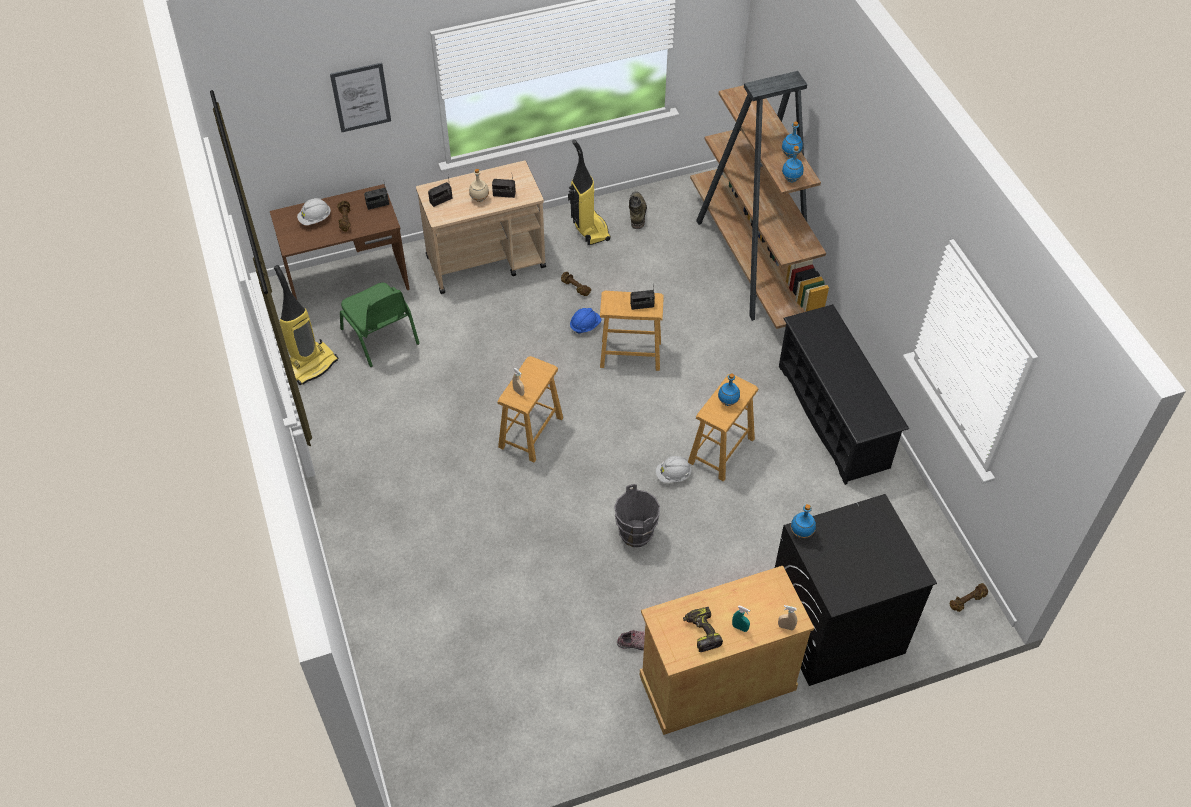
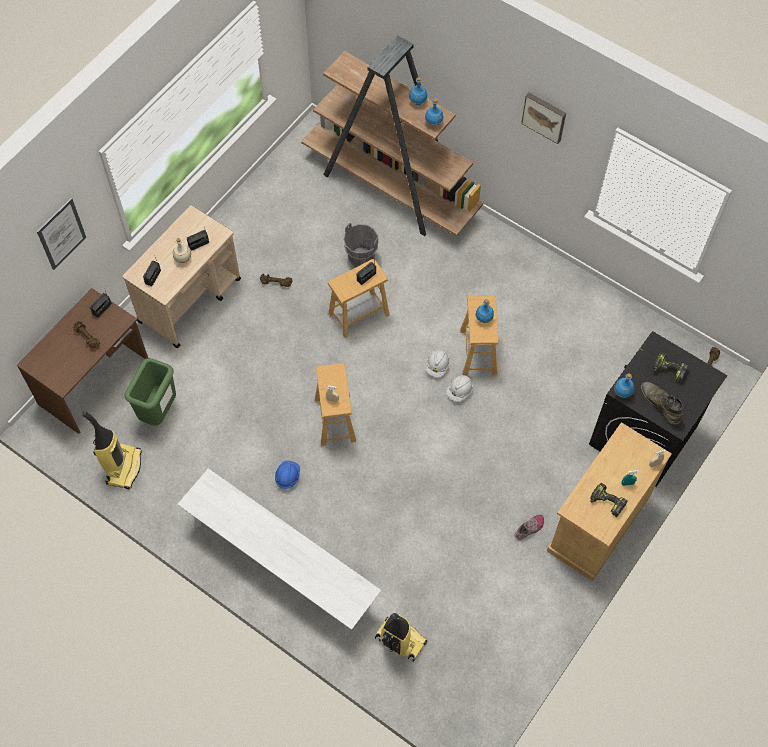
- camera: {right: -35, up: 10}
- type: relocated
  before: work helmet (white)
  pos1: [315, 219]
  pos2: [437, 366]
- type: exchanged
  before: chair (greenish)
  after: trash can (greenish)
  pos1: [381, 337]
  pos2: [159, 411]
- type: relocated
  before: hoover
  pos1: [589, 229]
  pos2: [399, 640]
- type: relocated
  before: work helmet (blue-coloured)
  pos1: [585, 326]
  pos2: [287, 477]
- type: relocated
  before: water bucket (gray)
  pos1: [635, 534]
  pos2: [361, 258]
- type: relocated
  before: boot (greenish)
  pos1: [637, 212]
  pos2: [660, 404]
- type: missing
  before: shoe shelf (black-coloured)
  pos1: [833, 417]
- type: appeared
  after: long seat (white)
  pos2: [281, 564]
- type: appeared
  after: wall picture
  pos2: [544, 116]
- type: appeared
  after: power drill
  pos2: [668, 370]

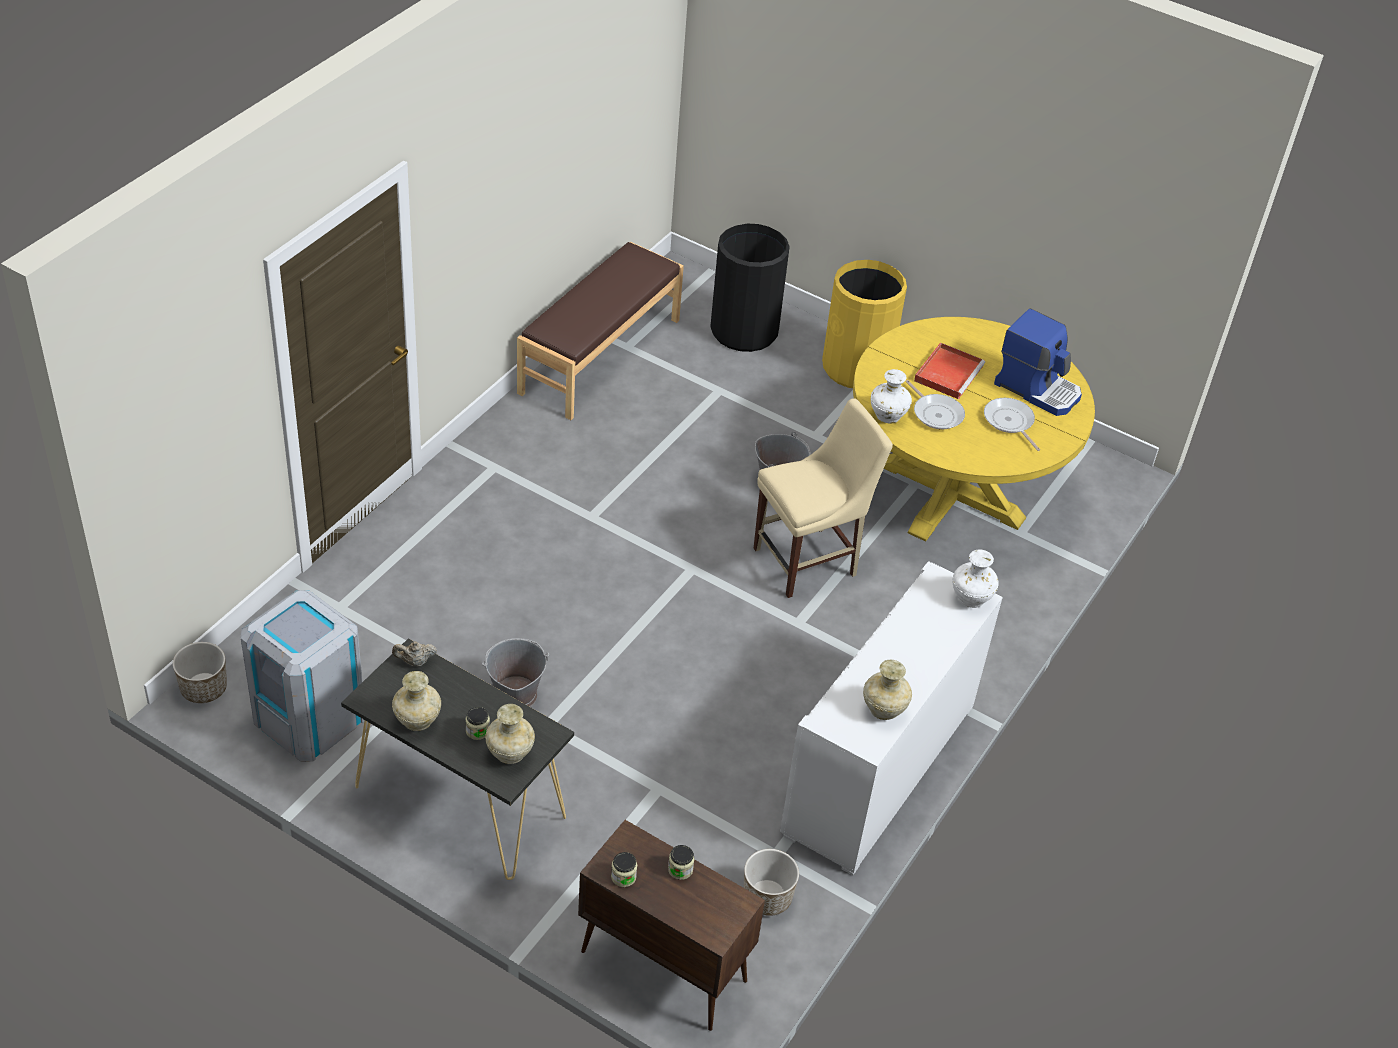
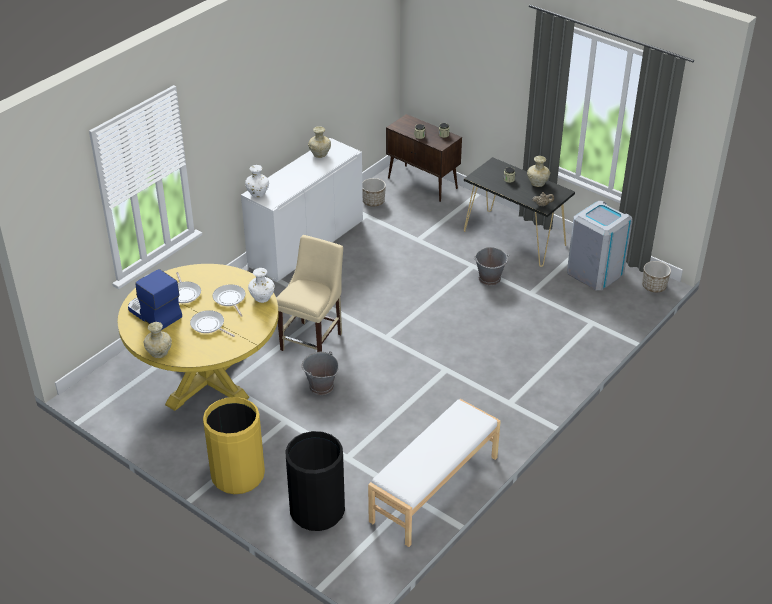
- camera: {right: -170, up: -5}
- type: relocated
  before: vase (sand-coloured)
  pos1: [510, 754]
  pos2: [159, 353]
- type: colour
  before: long seat (brown-coloured)
  after: long seat (white)
  pos1: [599, 356]
  pos2: [435, 489]
- type: spun
  before: chair (sand-coloured)
  pos1: [810, 561]
  pos2: [313, 340]
  turn: 135
- type: exchanged
  before: tray (red)
  after: frying pan
  pos1: [948, 372]
  pos2: [209, 325]

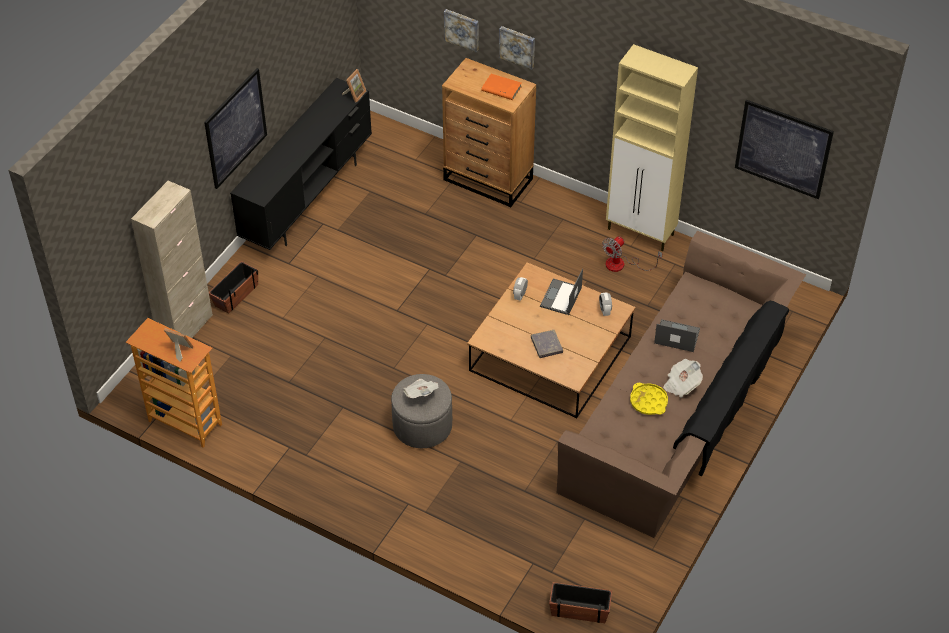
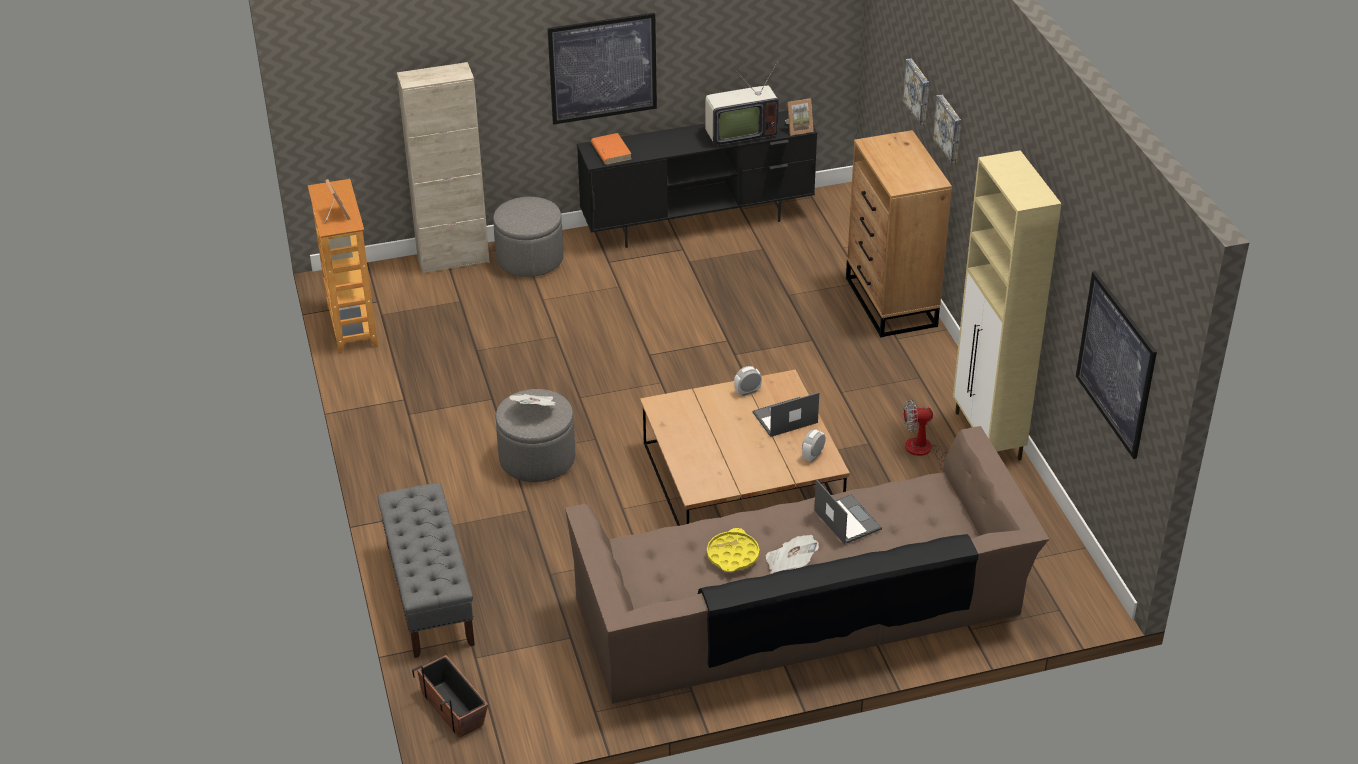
- camera: {right: 45, up: -10}
- type: exchanged
  before: plant pot
  after: pouffe (gray)
  pos1: [236, 295]
  pos2: [530, 259]
- type: relocated
  before: book (orangey)
  pos1: [501, 89]
  pos2: [611, 151]
- type: missing
  before: book (gray)
  pos1: [546, 345]
- type: appeared
  after: long seat (gray)
  pos2: [429, 594]
- type: appeared
  after: television
  pos2: [739, 134]

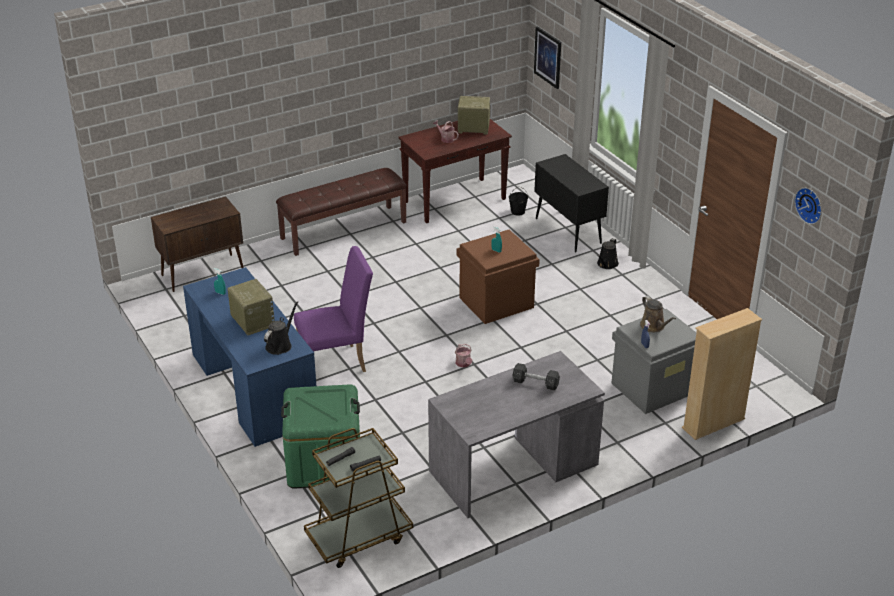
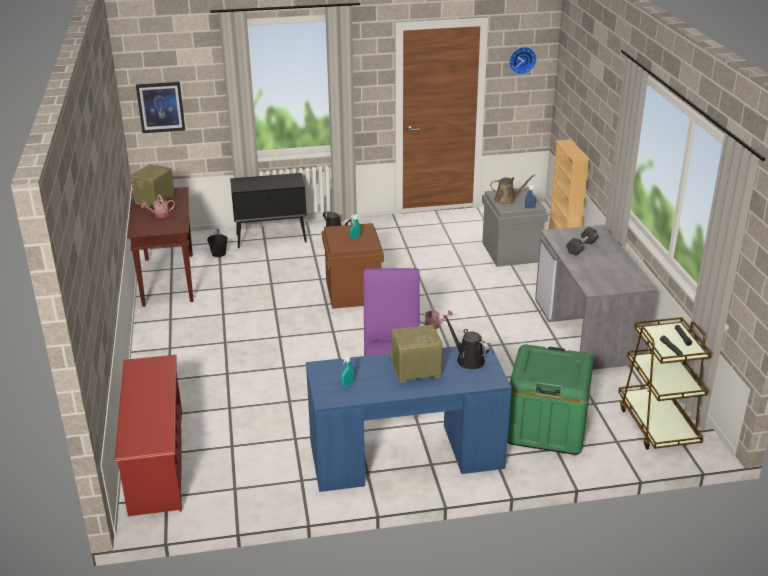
- camera: {right: -70, up: -5}
- type: exchanged
  before: cupboard (brown-coloured)
  after: shoe shelf (red)
  pos1: [203, 273]
  pos2: [156, 461]
- type: missing
  before: long seat (brown-coloured)
  pos1: [343, 230]

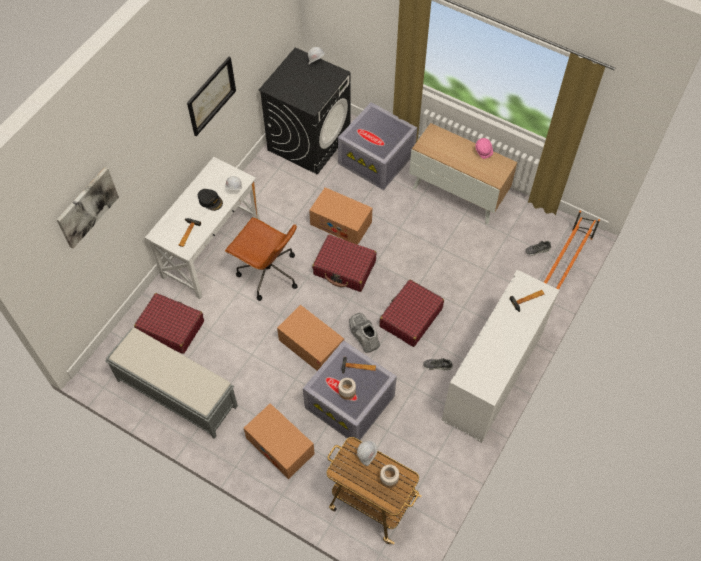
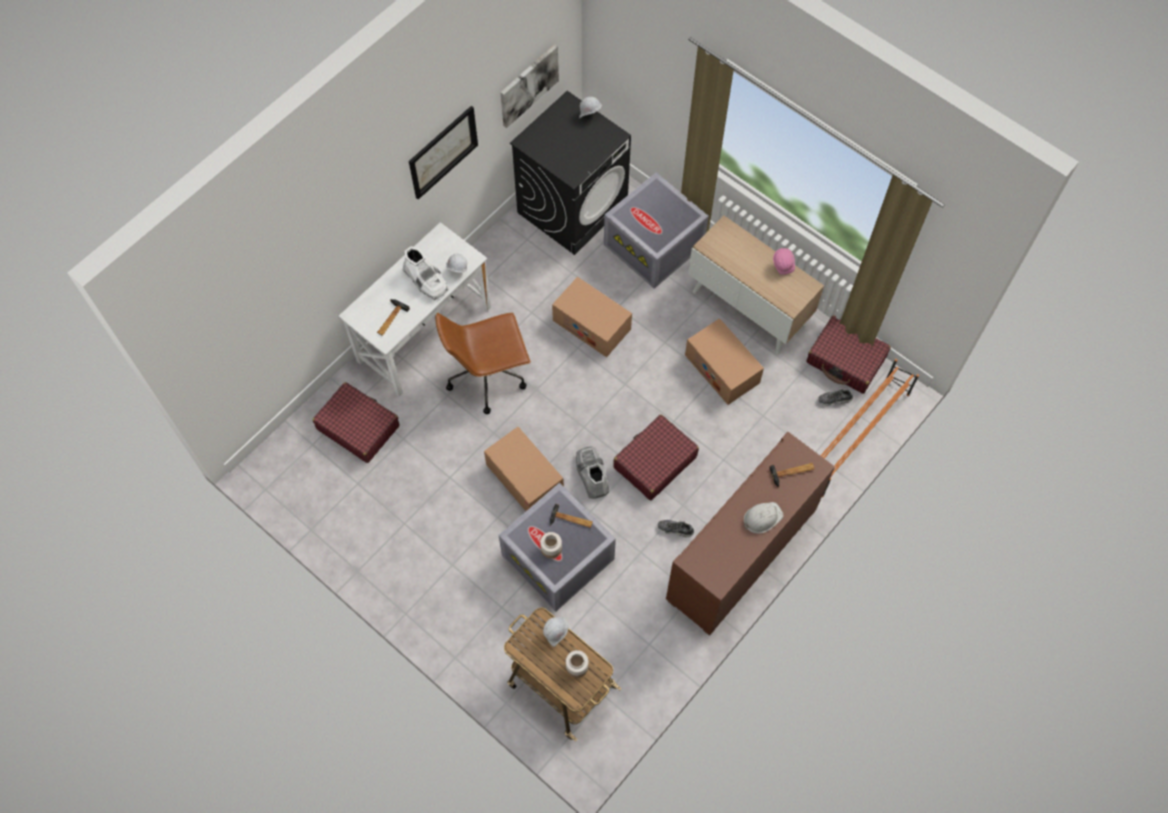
- camera: {right: 10, up: 5}
- type: relocated
  before: wall picture
  pos1: [87, 207]
  pos2: [528, 85]
- type: missing
  before: long seat (gray)
  pos1: [176, 393]
- type: exchanged
  before: baseball cap (black-coloured)
  after: boot (white)
  pos1: [210, 201]
  pos2: [426, 280]
- type: spun
  before: office chair (brown-coloured)
  pos1: [267, 273]
  pos2: [488, 376]
  turn: 120
- type: relocated
  before: carton
  pos1: [280, 446]
  pos2: [722, 369]
- type: relocated
  before: suitcase (red)
  pos1: [344, 268]
  pos2: [846, 360]
- type: colour
  before: cupboard (white)
  after: cupboard (brown-coloured)
  pos1: [493, 376]
  pos2: [741, 554]
- type: appeared
  after: work helmet (white)
  pos2: [762, 518]

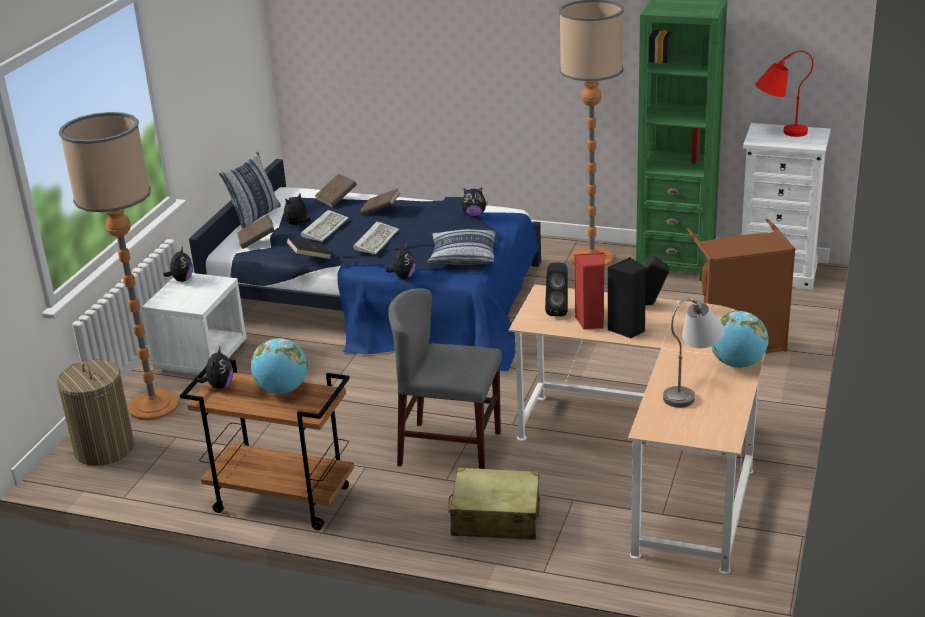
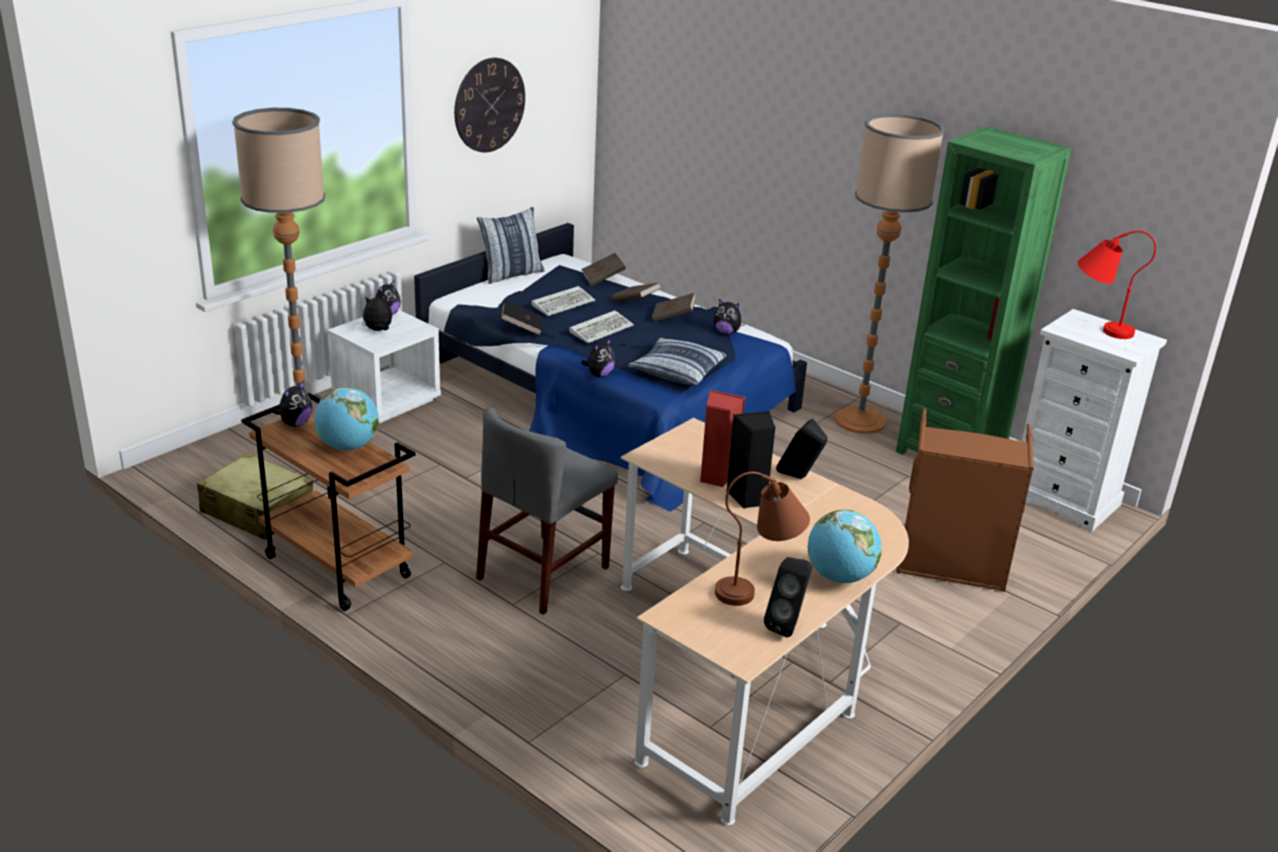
- camera: {right: 20, up: 0}
- type: missing
  before: washing basket
  pos1: [104, 448]
- type: relocated
  before: book (brown-coloured)
  pos1: [257, 241]
  pos2: [673, 317]
- type: relocated
  before: plush toy
  pos1: [297, 224]
  pos2: [378, 330]
- type: spun
  before: chair (gray)
  pos1: [450, 448]
  pos2: [543, 573]
  turn: -90
- type: relocated
  before: suitcase (sand-coloured)
  pos1: [495, 517]
  pos2: [257, 511]
- type: relocated
  before: speaker (black-coloured)
  pos1: [558, 310]
  pos2: [787, 625]
- type: colour
  before: tabletop lamp (gray)
  after: tabletop lamp (brown-coloured)
  pos1: [692, 390]
  pos2: [759, 589]
- type: appeared
  after: clock on the wall
  pos2: [489, 105]

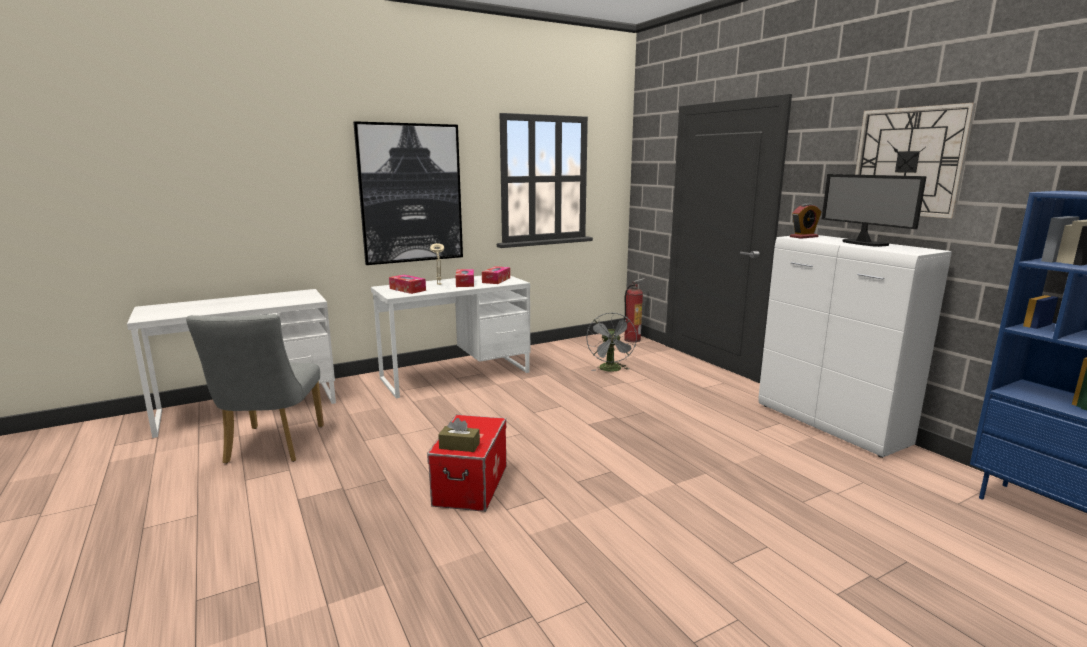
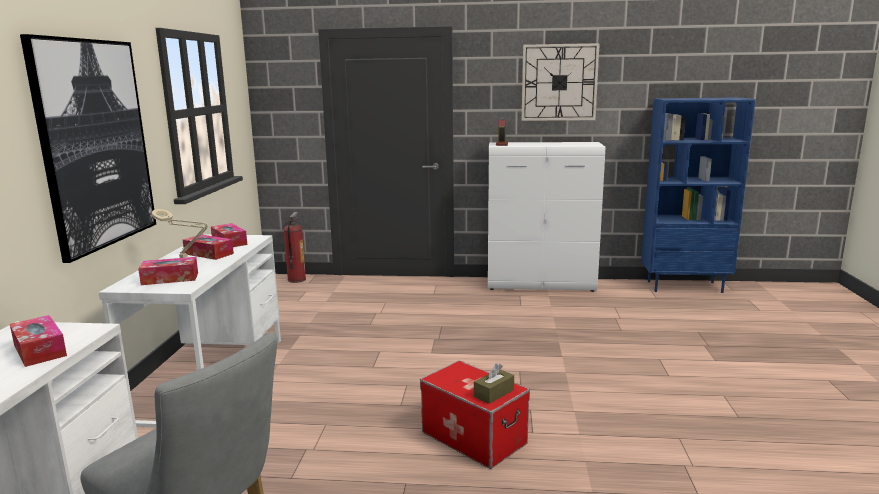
- camera: {right: -55, up: 0}
- type: missing
  before: cooling fan (gray)
  pos1: [611, 370]
- type: missing
  before: computer screen
  pos1: [863, 243]
- type: appeared
  after: tissue holder
  pos2: [40, 350]

